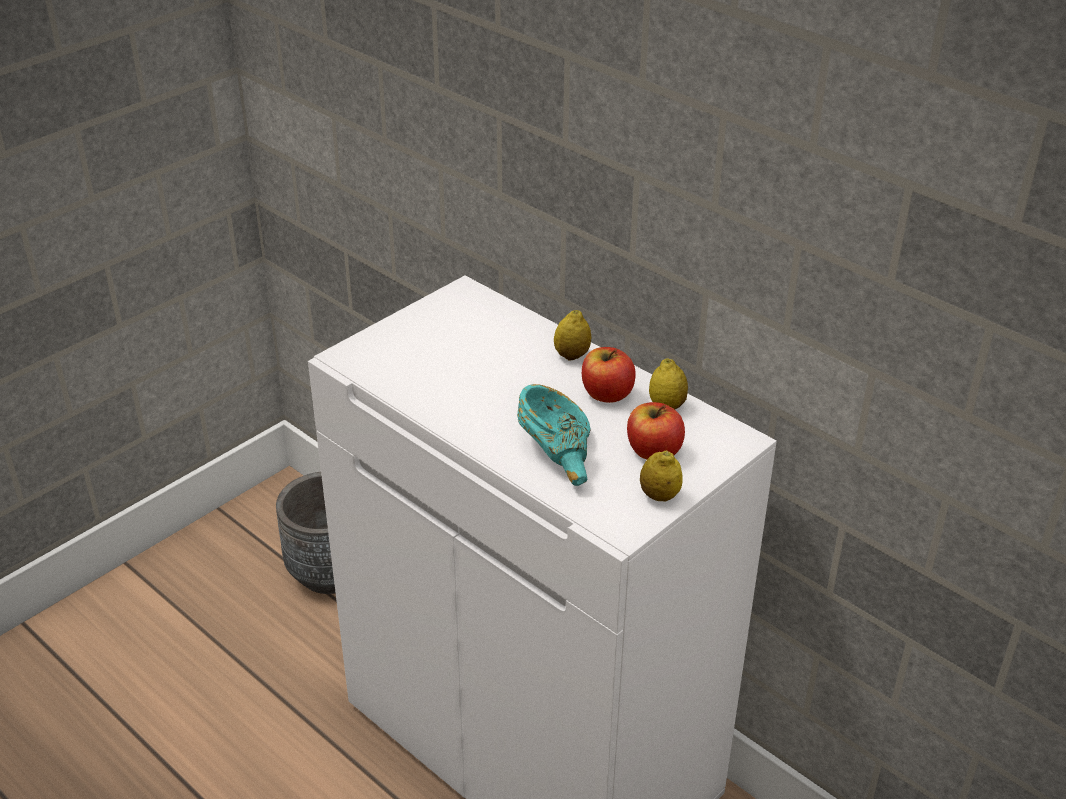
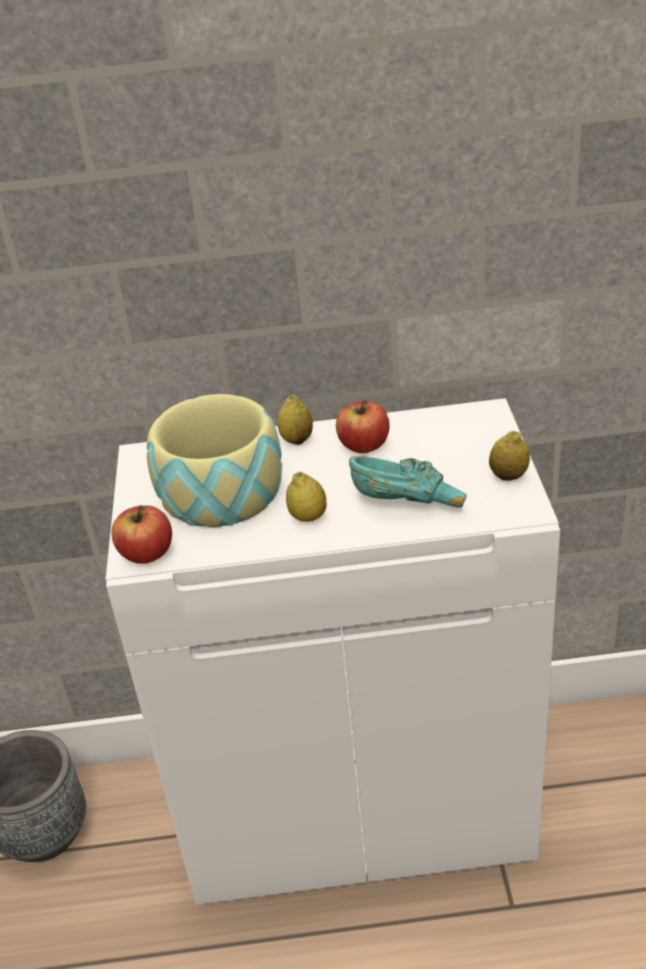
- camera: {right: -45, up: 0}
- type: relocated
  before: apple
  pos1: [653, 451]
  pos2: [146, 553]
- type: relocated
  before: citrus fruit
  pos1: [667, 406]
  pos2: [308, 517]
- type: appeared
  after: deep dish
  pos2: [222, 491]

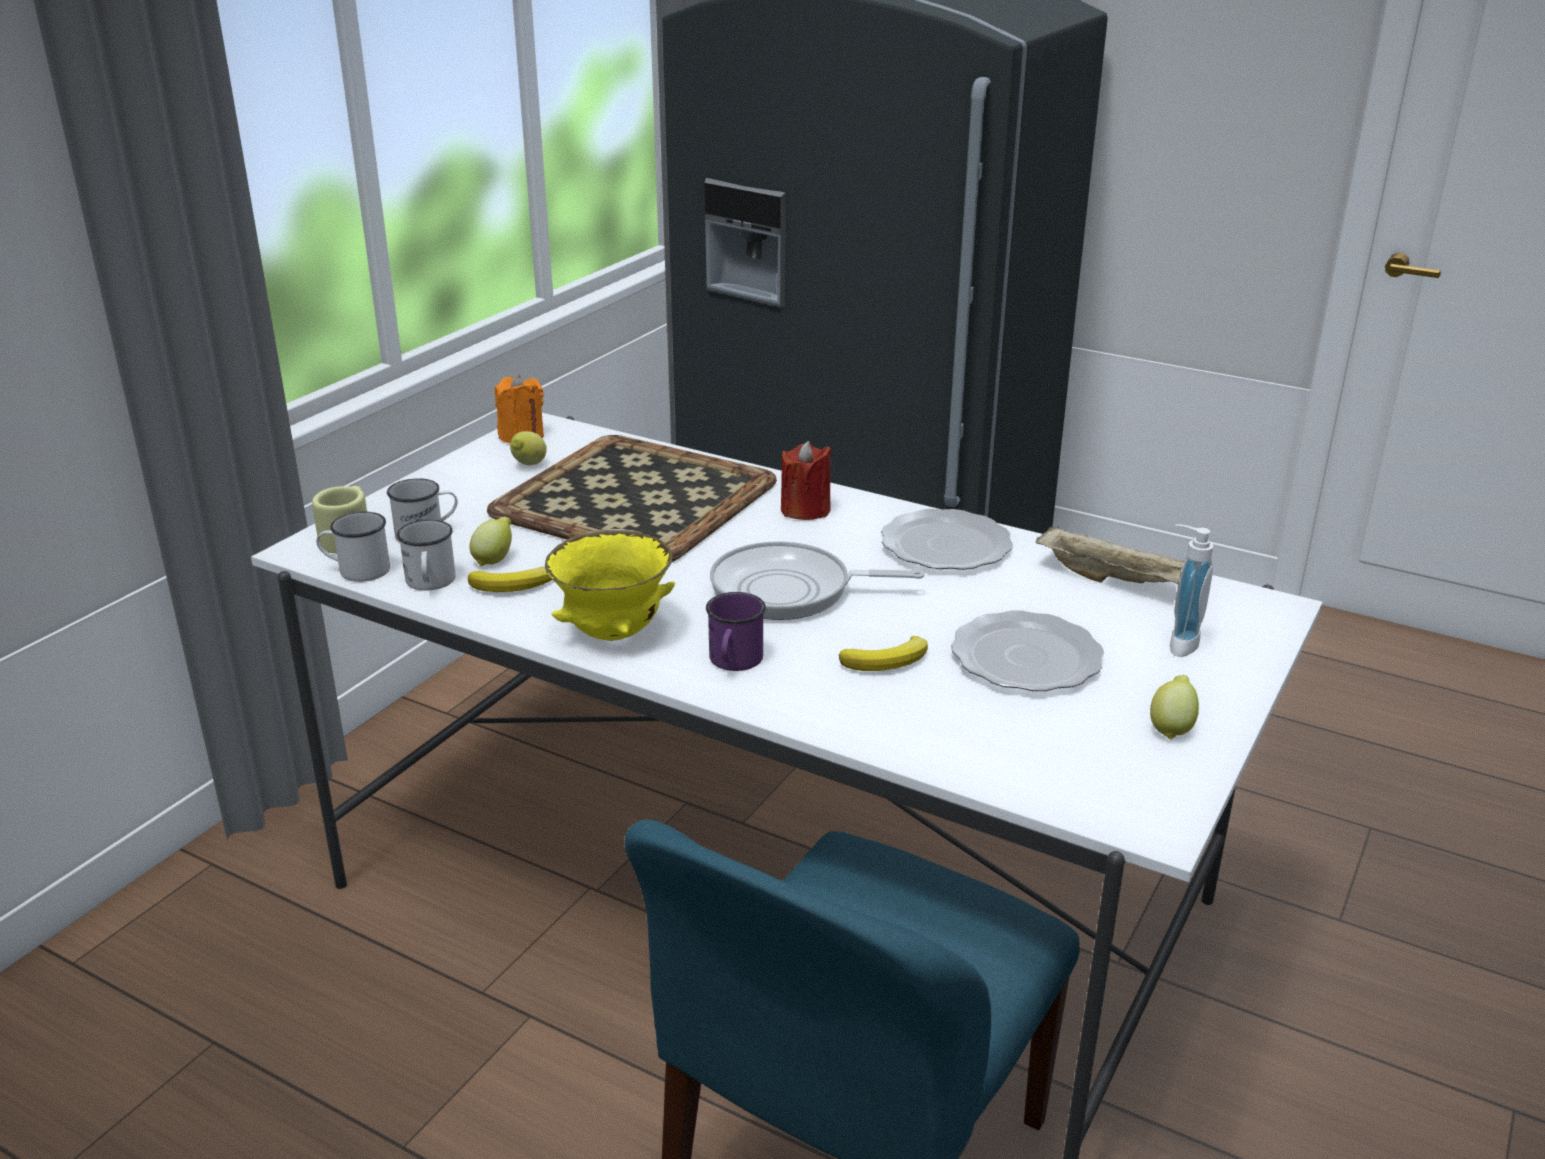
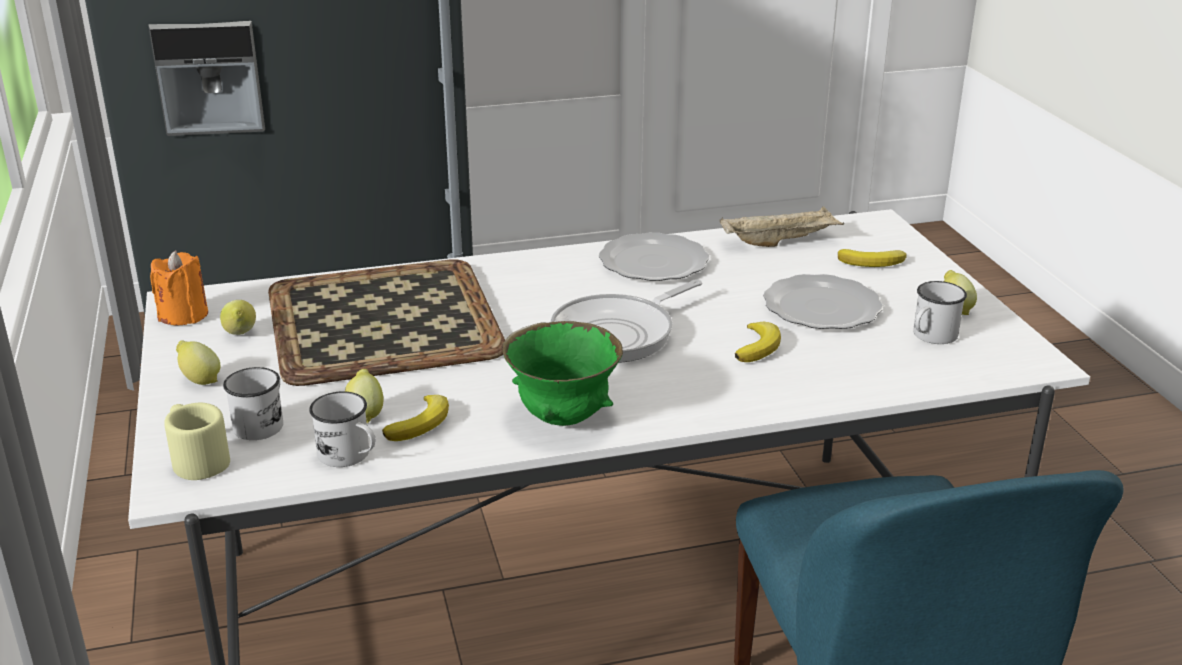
- camera: {right: -45, up: 0}
- type: relocated
  before: mug (white)
  pos1: [356, 570]
  pos2: [931, 337]
- type: colour
  before: deep dish (yellowish)
  after: deep dish (greenish)
  pos1: [614, 633]
  pos2: [563, 418]
- type: missing
  before: mug (purple-coloured)
  pos1: [734, 662]
- type: missing
  before: wax light (red)
  pos1: [805, 510]
- type: exchanged
  before: soap dispenser
  after: banana fruit
  pos1: [1178, 643]
  pos2: [874, 262]
- type: appeared
  after: citrus fruit
  pos2: [200, 380]

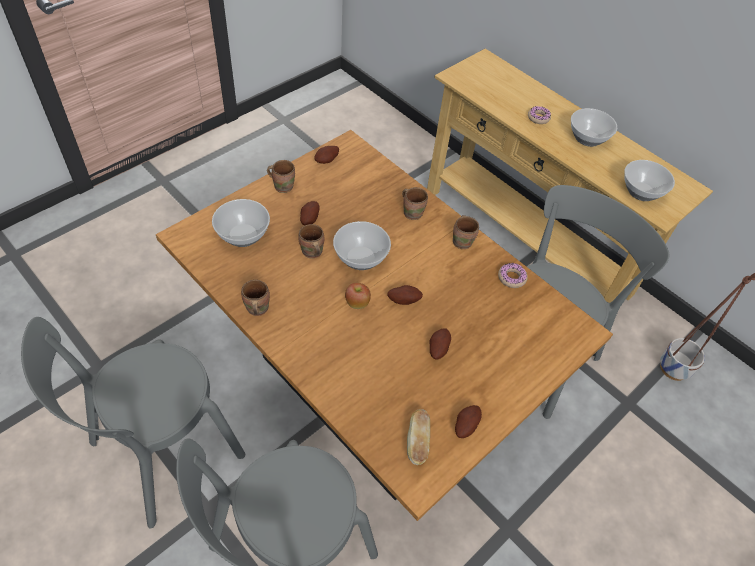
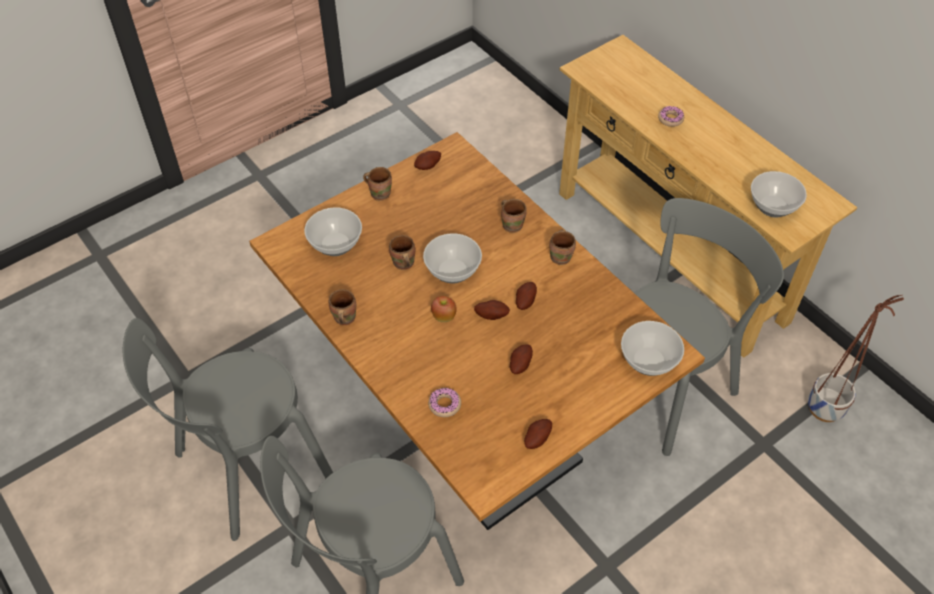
- camera: {right: 10, up: 0}
- type: relocated
  before: whole potato
  pos1: [309, 219]
  pos2: [524, 301]
- type: missing
  before: bakery bread
  pos1: [418, 441]
- type: relocated
  before: doughnut
  pos1: [511, 278]
  pos2: [444, 405]
- type: relocated
  before: deep dish
  pos1: [587, 138]
  pos2: [647, 360]

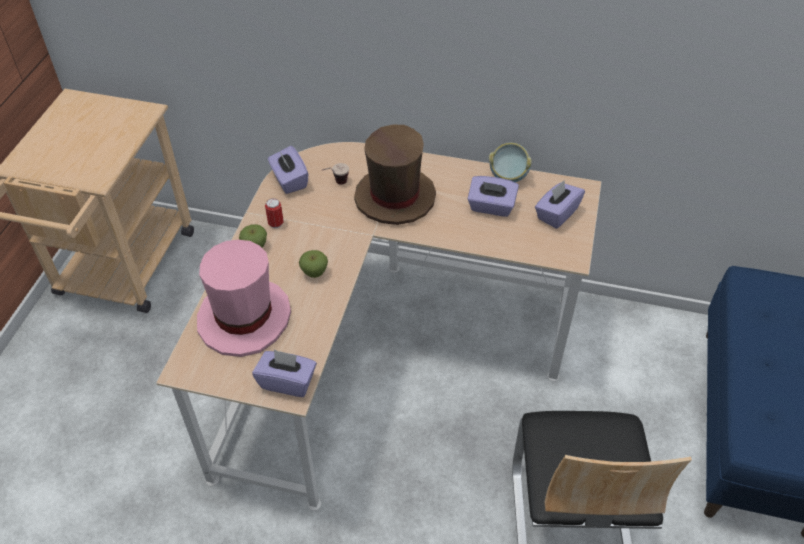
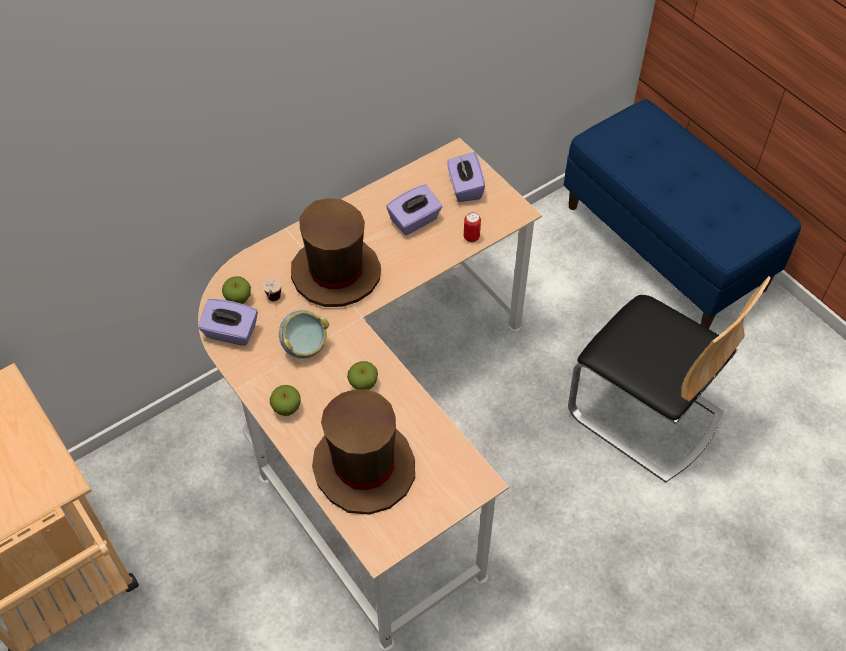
- camera: {right: -50, up: 5}
- type: colour
  before: clothing hat (pinkish)
  after: clothing hat (brown-coloured)
  pos1: [245, 318]
  pos2: [364, 467]
- type: missing
  before: tissue holder (purple-coloured)
  pos1: [287, 382]
- type: relocated
  before: sealed can
  pos1: [276, 224]
  pos2: [471, 238]
- type: relocated
  before: deep dish
  pos1: [508, 177]
  pos2: [305, 348]
- type: appeared
  after: apple
  pos2: [238, 299]

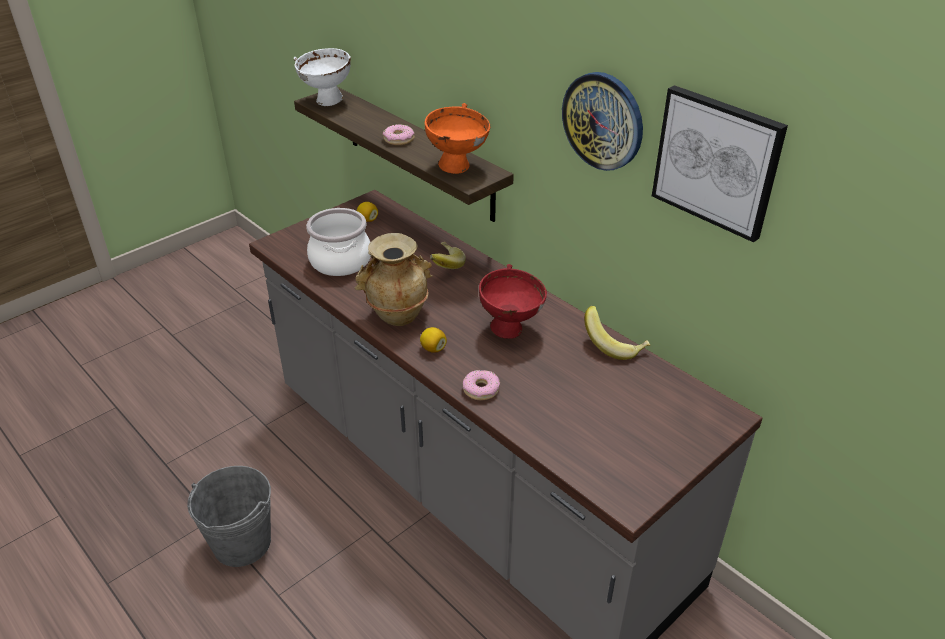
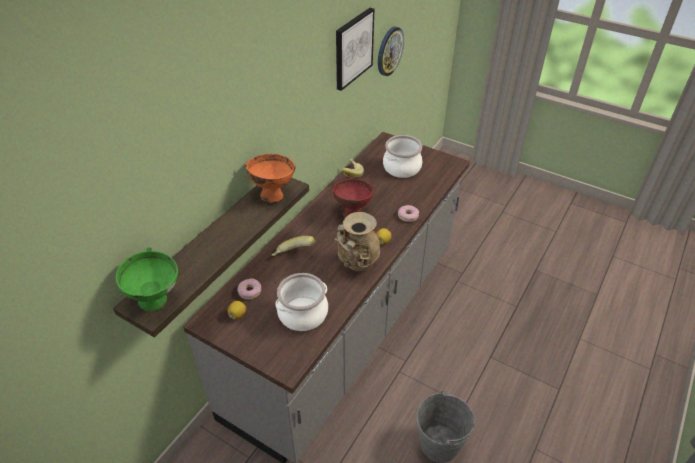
- camera: {right: -105, up: 5}
- type: colour
  before: deep dish (white)
  after: deep dish (greenish)
  pos1: [328, 102]
  pos2: [156, 301]
- type: relocated
  before: doughnut
  pos1: [399, 139]
  pos2: [249, 291]
- type: relocated
  before: clock on the wall
  pos1: [603, 121]
  pos2: [389, 51]
- type: appeared
  after: cooking pot
  pos2: [402, 168]

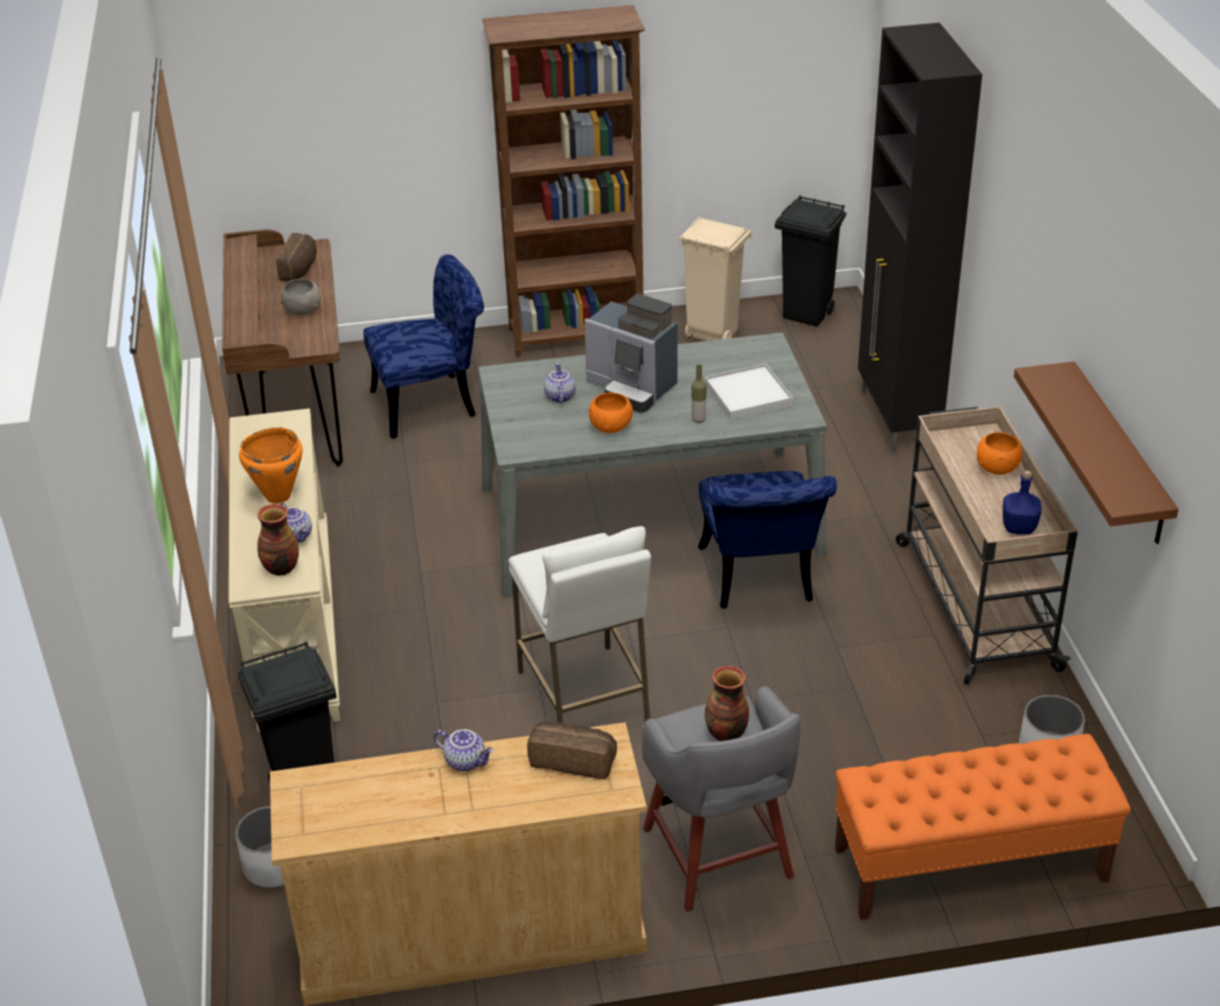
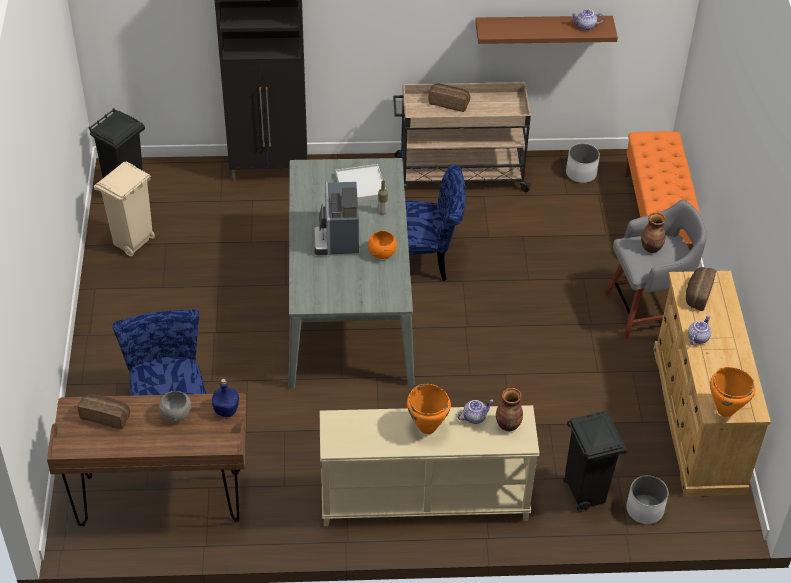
- camera: {right: -85, up: 10}
- type: missing
  before: shelving unit (brown-coloured)
  pos1: [577, 336]
- type: missing
  before: sitting stool (white)
  pos1: [584, 696]
- type: relocated
  before: teapot
  pos1: [559, 396]
  pos2: [585, 26]
- type: spun
  before: coffee maker
  pos1: [632, 388]
  pos2: [338, 238]
  turn: 135
- type: exchanged
  before: deep dish (orangey)
  after: bakery bread
  pos1: [997, 468]
  pos2: [449, 103]
- type: relocated
  before: drink bottle (blue-coloured)
  pos1: [1019, 528]
  pos2: [227, 410]
- type: appeared
  after: cooking pot (orangey)
  pos2: [725, 409]

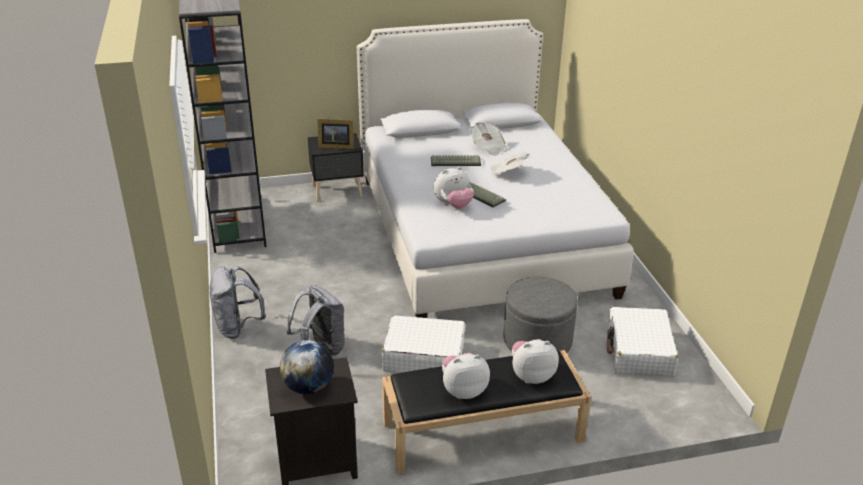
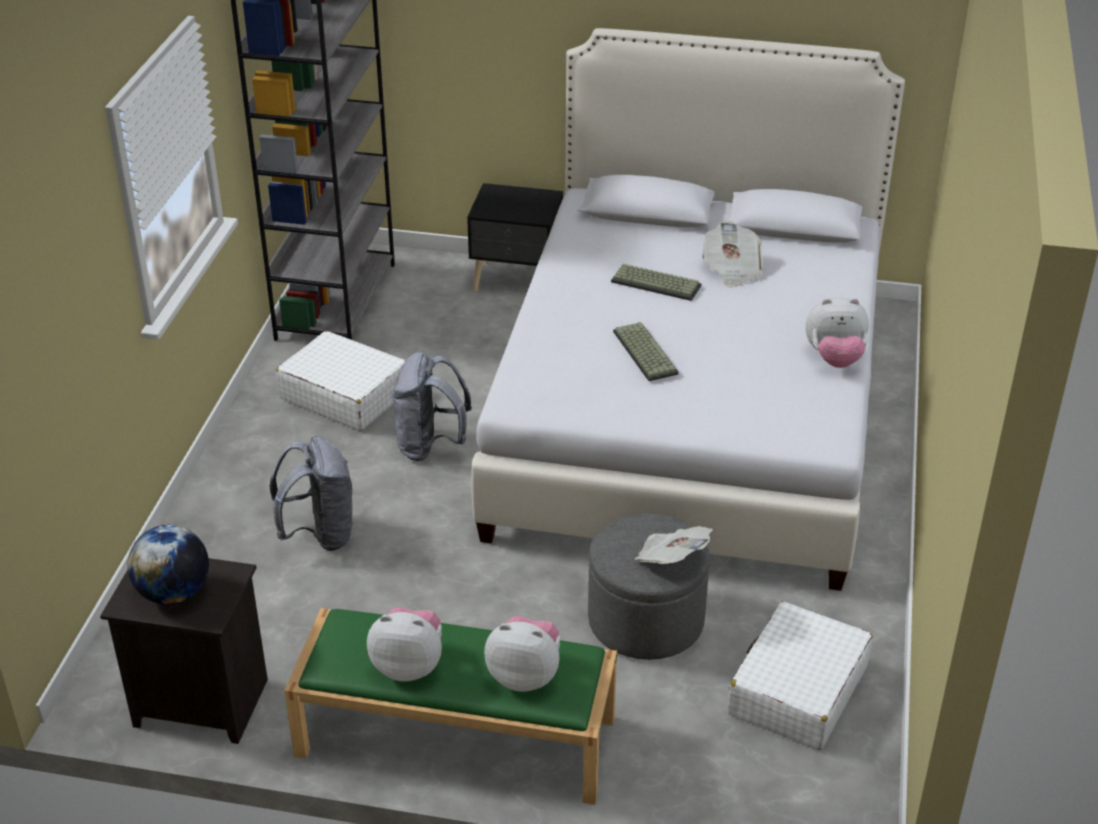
- camera: {right: 25, up: 5}
- type: relocated
  before: knapsack (gray)
  pos1: [238, 327]
  pos2: [430, 446]
- type: missing
  before: photo frame
  pos1: [335, 146]
- type: relocated
  before: suitcase (white)
  pos1: [423, 356]
  pos2: [344, 394]
- type: colour
  before: long seat (black-coloured)
  after: long seat (greenish)
  pos1: [481, 432]
  pos2: [454, 737]
- type: relocated
  before: plush toy
  pos1: [453, 205]
  pos2: [834, 359]
- type: relocated
  before: daily paper
  pos1: [508, 172]
  pos2: [671, 559]

